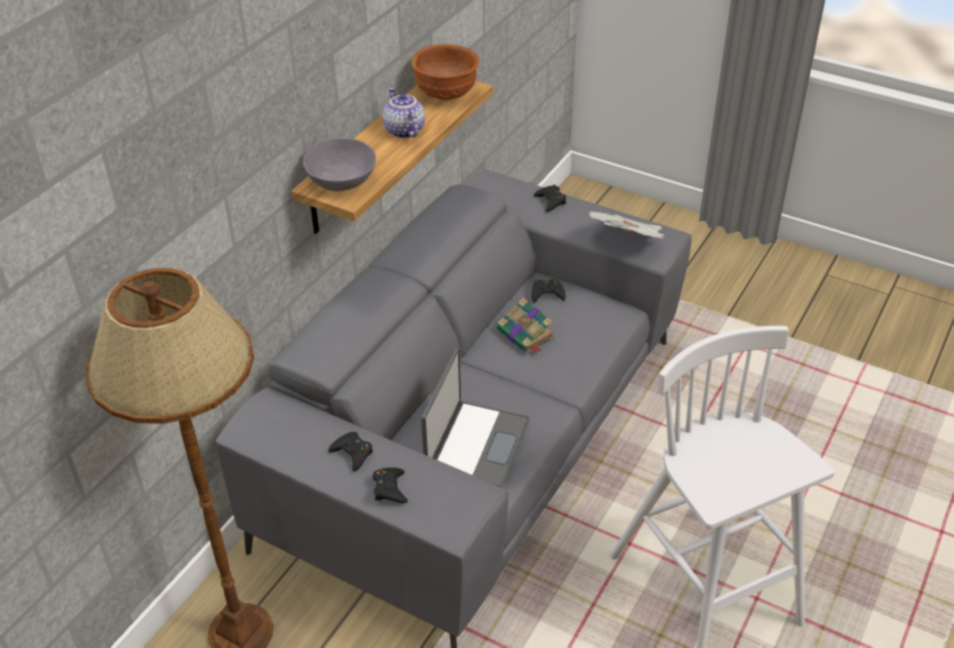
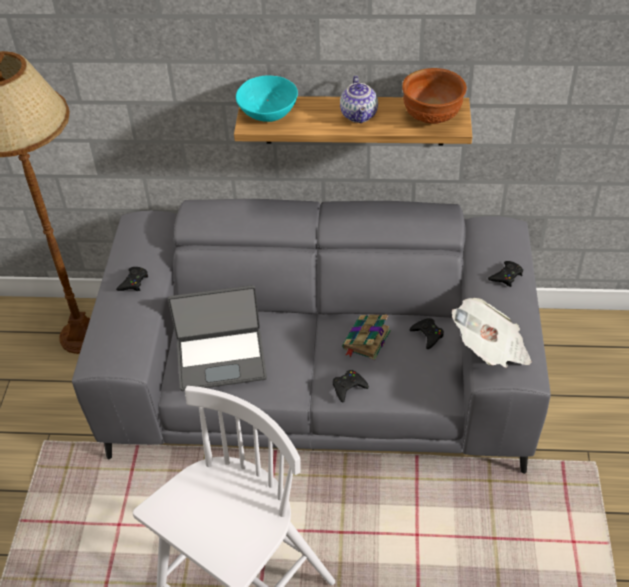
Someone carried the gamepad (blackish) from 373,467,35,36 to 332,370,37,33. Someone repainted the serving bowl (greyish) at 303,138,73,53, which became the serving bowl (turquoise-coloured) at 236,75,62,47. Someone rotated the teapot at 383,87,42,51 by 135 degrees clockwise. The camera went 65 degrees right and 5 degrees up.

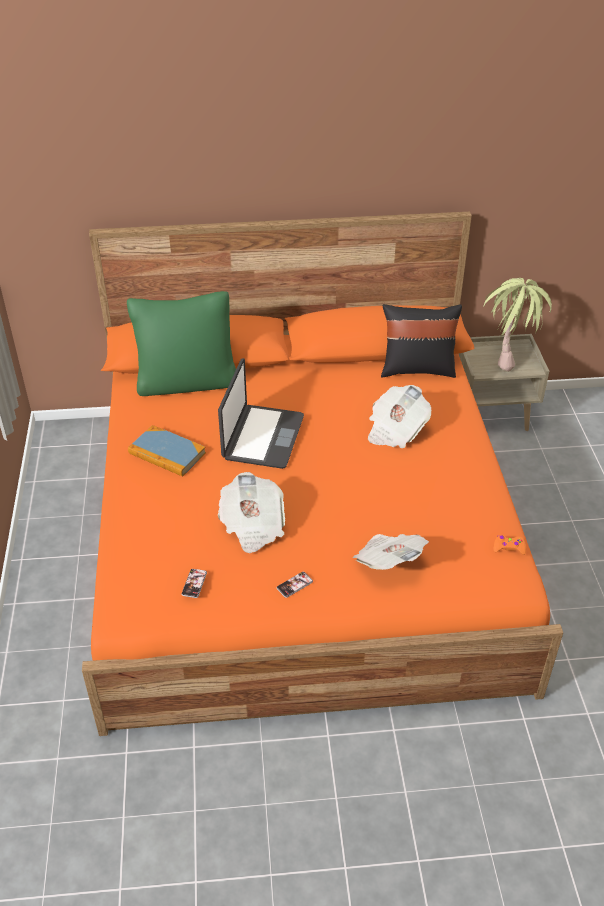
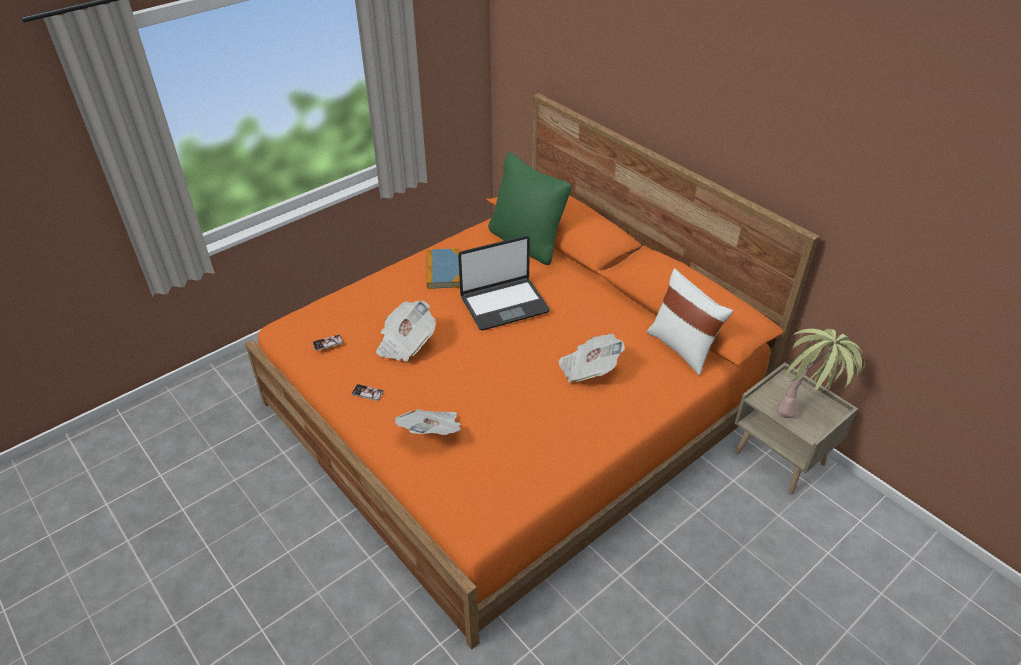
Someone took away the gamepad (orange) at 493,535,33,20. Someone repainted the pillow (blackish) at 381,304,81,74, which became the pillow (white-coloured) at 647,269,86,106. The camera went 55 degrees right and 0 degrees up.

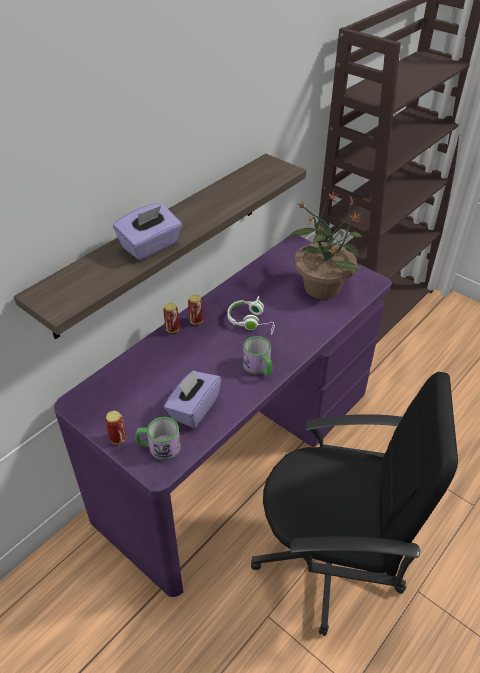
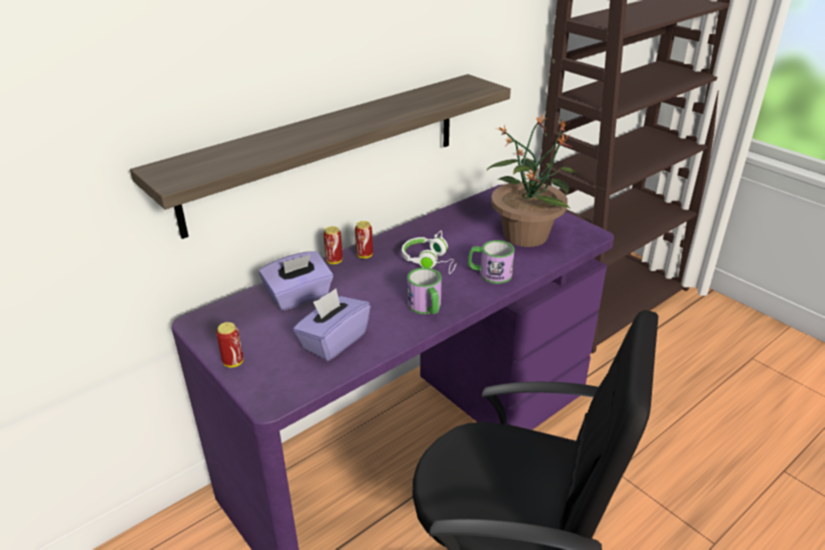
Someone carried the box of tissues (purplish) from 113,203,69,57 to 259,251,74,60. Someone carried the coffee mug from 135,417,46,44 to 468,240,46,44. The camera went 10 degrees right and 10 degrees down.

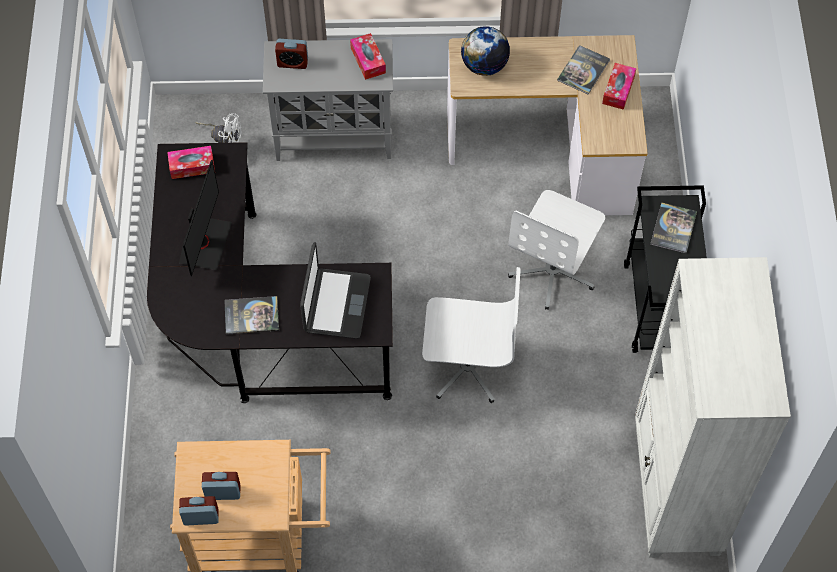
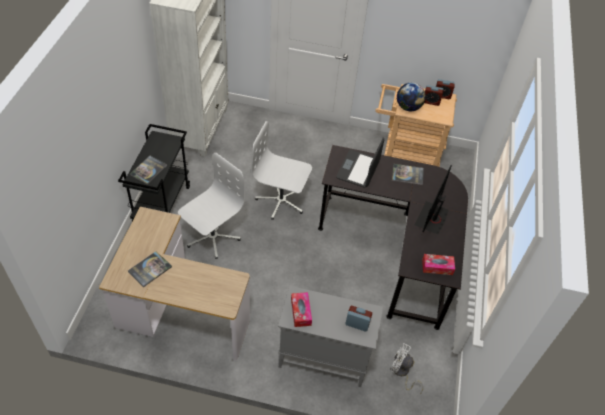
Someone took away the box of tissues at 602,63,34,47. Someone carried the globe from 461,26,49,50 to 397,83,29,28. The camera went 170 degrees left and 10 degrees down.

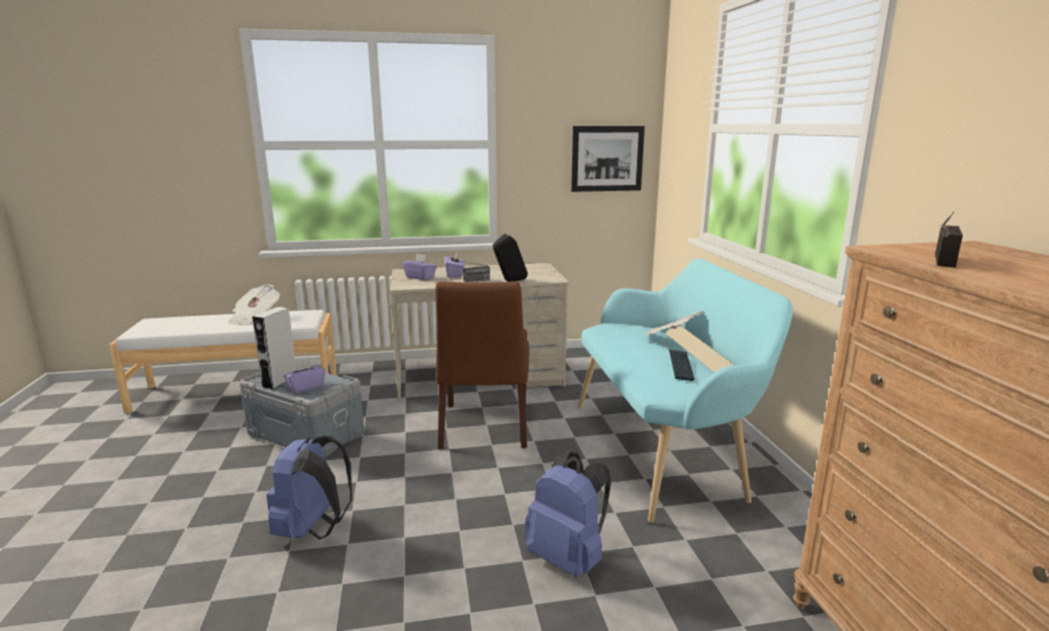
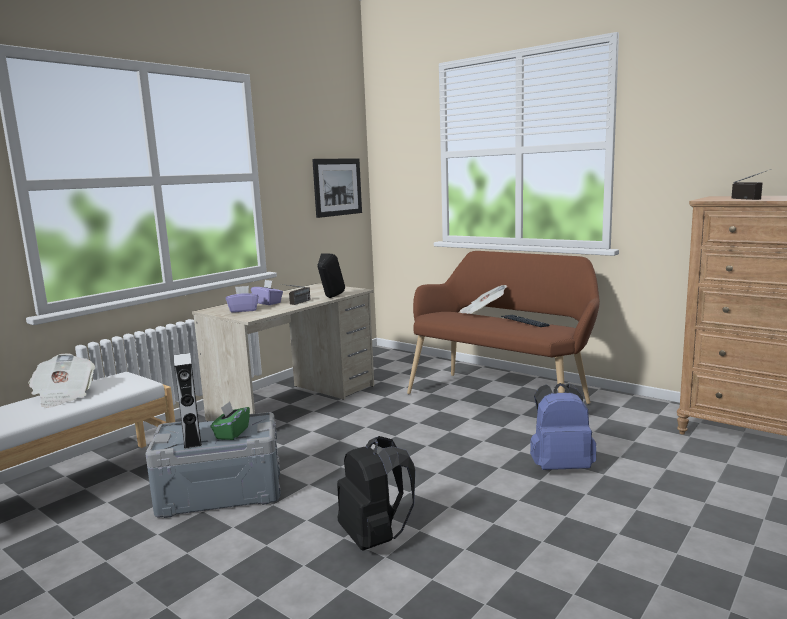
Someone took away the upright chair (brownish) at 435,282,94,167. Someone repainted the backpack (blue-coloured) at 266,436,86,103, which became the backpack (blackish) at 337,436,78,115. Someone repainted the box of tissues (purplish) at 284,359,42,34, which became the box of tissues (greenish) at 210,401,40,39. Someone repainted the long seat (turquoise-coloured) at 578,259,215,264, which became the long seat (brownish) at 407,251,193,153. The camera went 40 degrees left and 5 degrees down.

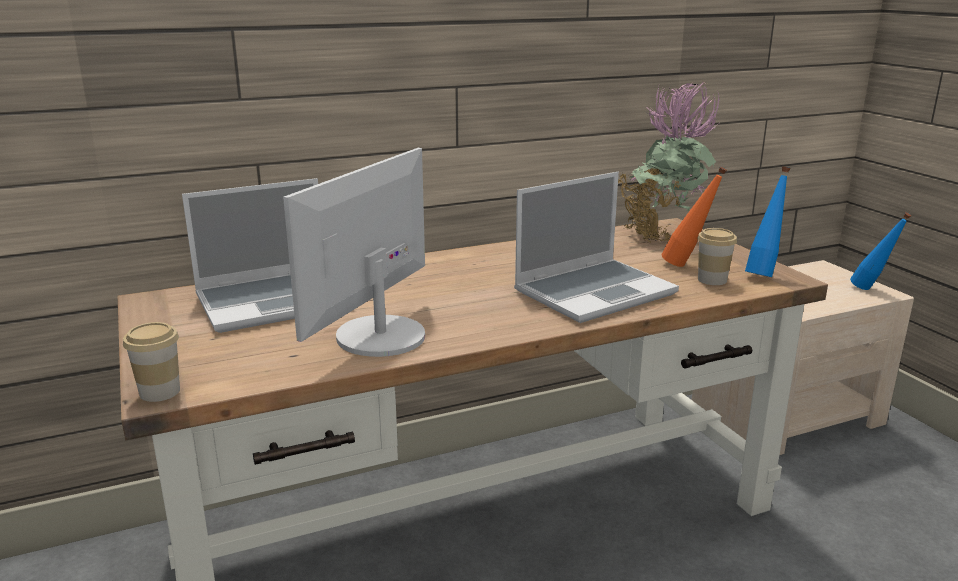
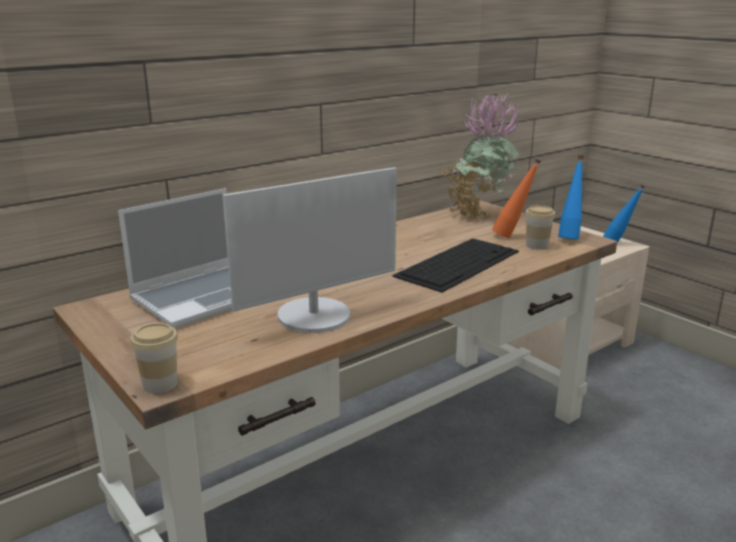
Someone swapped the laptop at 514,172,165,151 for the keyboard at 392,239,127,54. Someone rotated the computer display at 283,148,142,209 by 135 degrees counterclockwise. The camera went 15 degrees left and 0 degrees up.

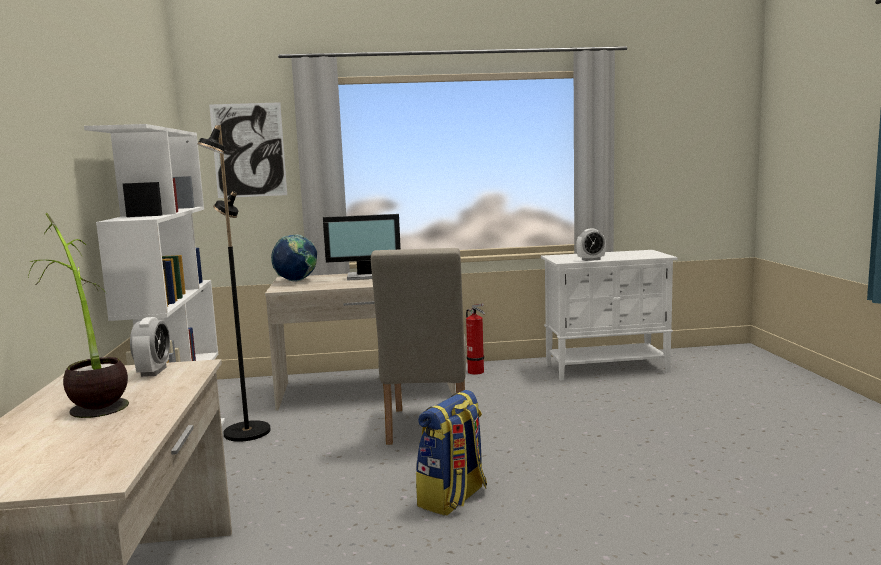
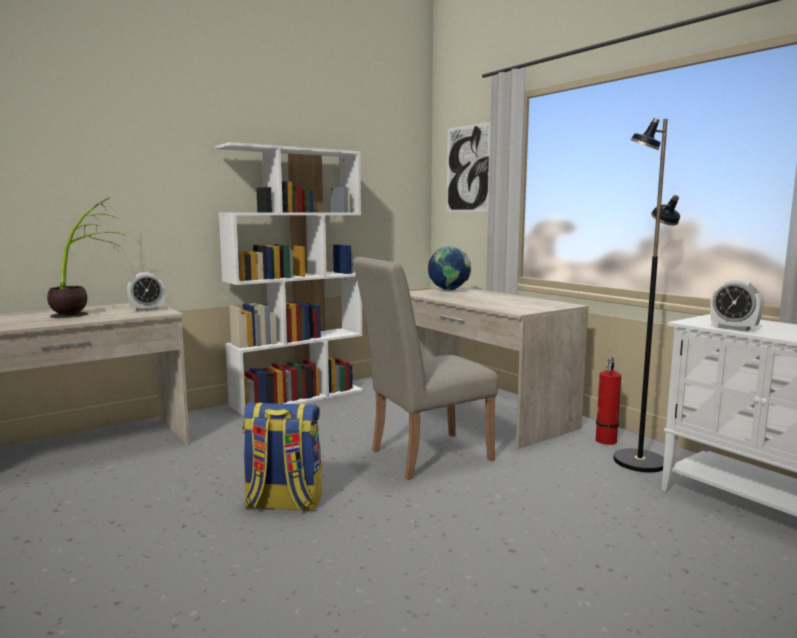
Someone took away the computer display at 323,214,78,66. Someone carried the standing lamp (blackish) from 197,125,74,317 to 613,118,67,354. The camera went 60 degrees right and 0 degrees up.

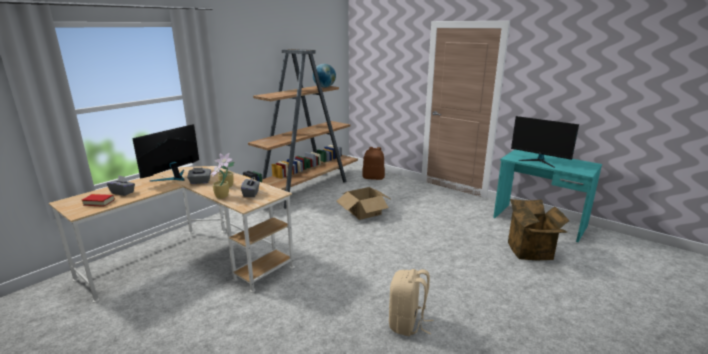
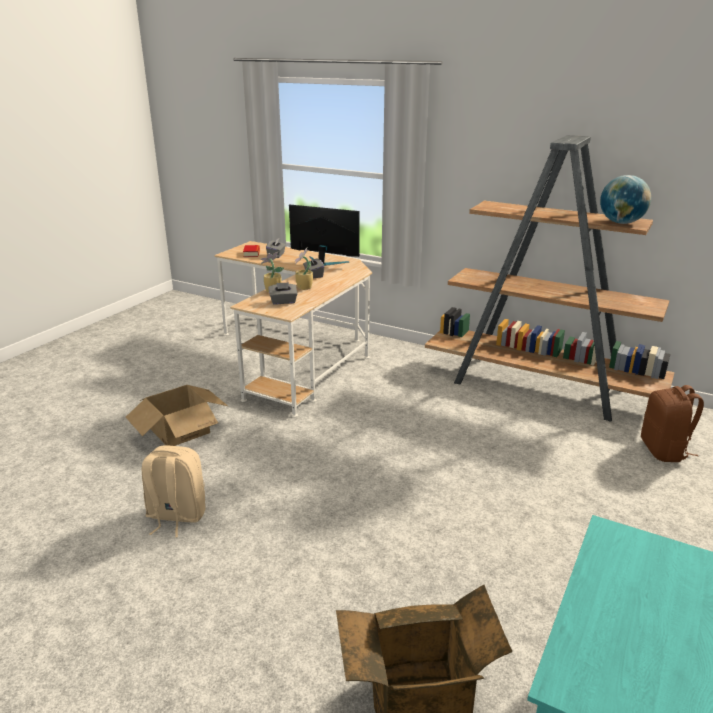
Someone took away the computer display at 511,116,68,52. Someone carried the carton from 336,187,56,33 to 126,385,102,61. The camera went 80 degrees right and 5 degrees up.

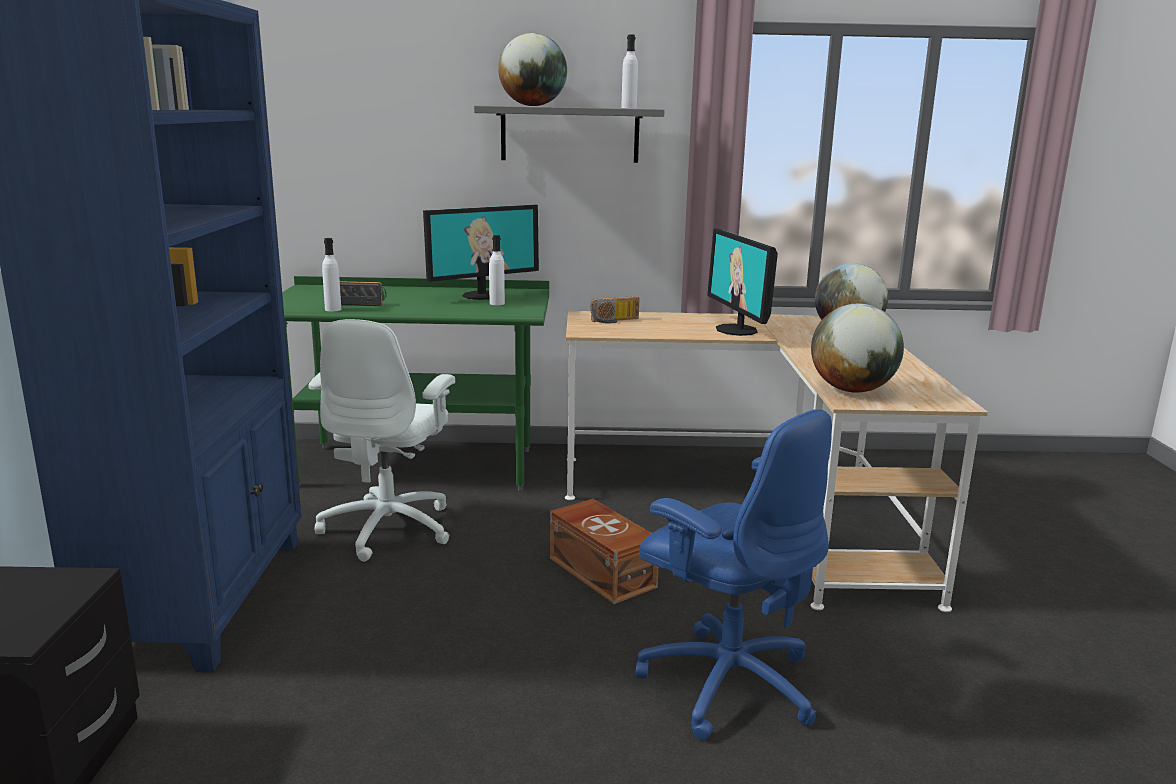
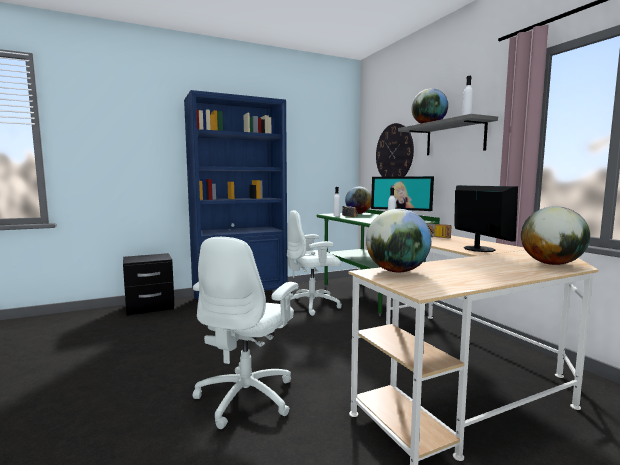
Someone took away the storage container (brownish) at 550,499,109,105. Someone put down the globe at 345,187,26,27. Someone put up the hanging clock at 376,123,38,54. Someone repainted the desk chair (blue-coloured) at 635,409,197,331, which became the desk chair (white-coloured) at 193,237,105,192. Someone rotated the computer display at 707,228,71,108 by 120 degrees clockwise. The camera went 65 degrees right and 10 degrees down.

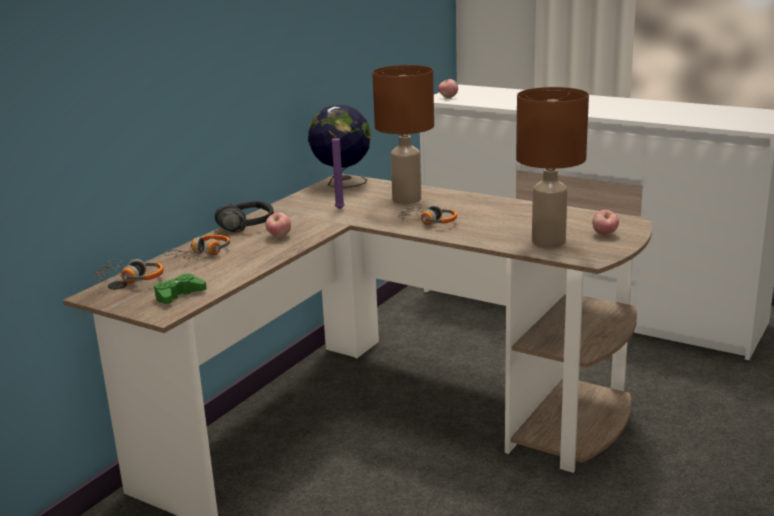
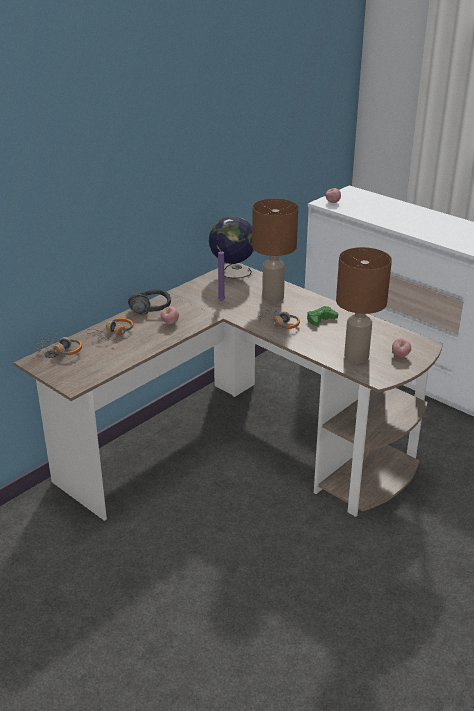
Someone carried the gamepad (greenish) from 154,274,53,30 to 307,306,31,20. The camera went 10 degrees right and 10 degrees up.

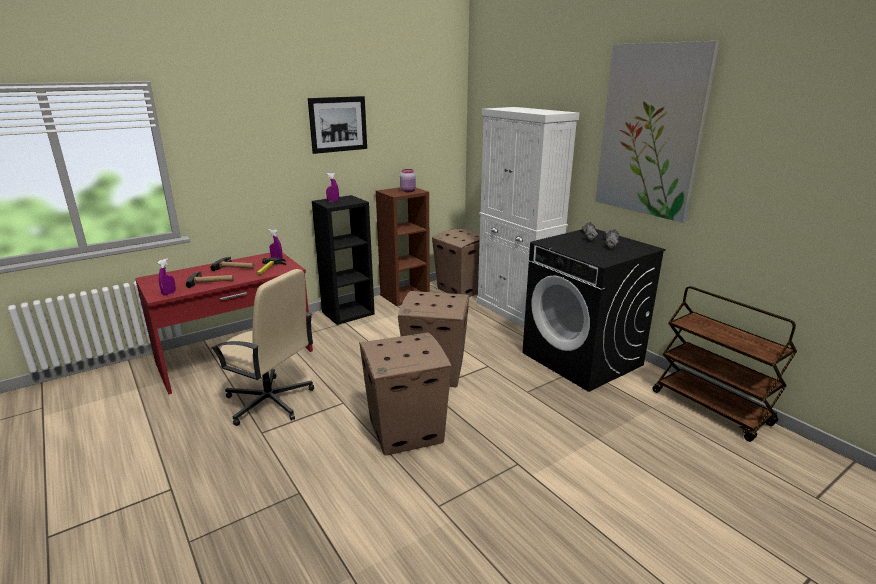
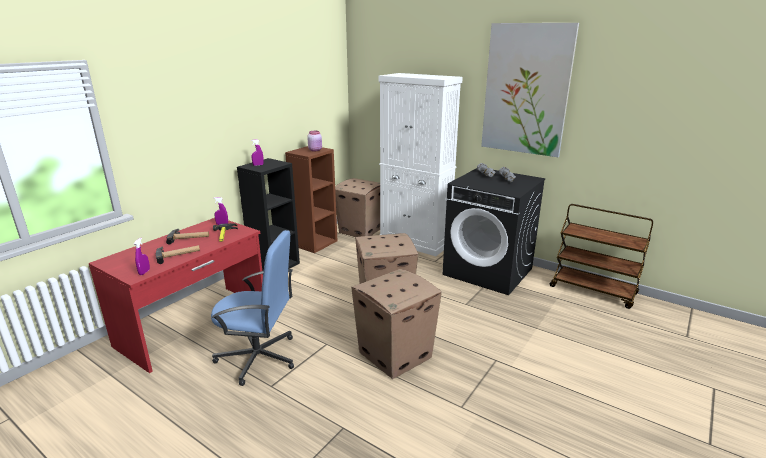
Someone took away the wall picture at 308,96,59,58. Someone repainted the desk chair (beige) at 210,269,104,157, which became the desk chair (blue-coloured) at 211,230,83,156. The camera went 20 degrees left and 0 degrees up.

